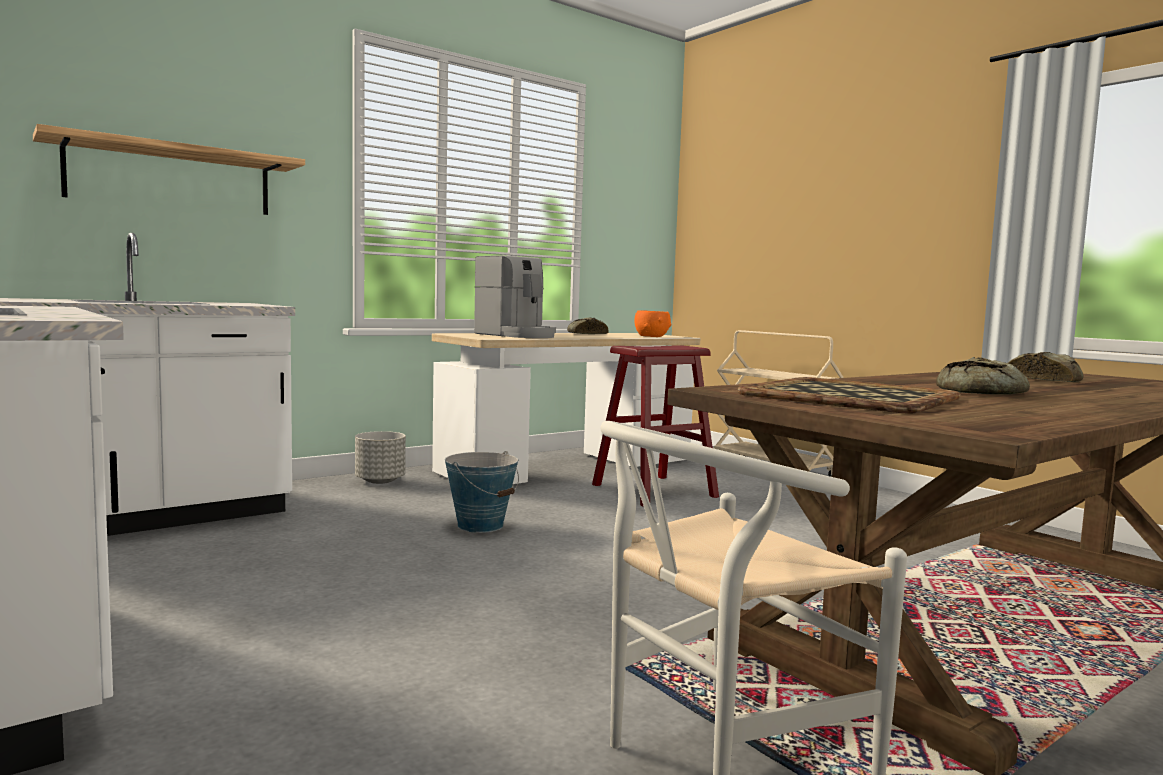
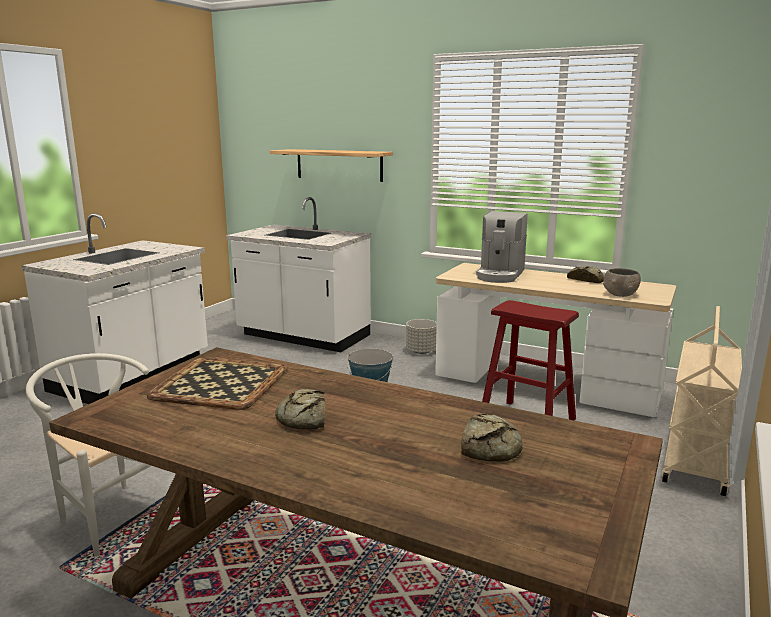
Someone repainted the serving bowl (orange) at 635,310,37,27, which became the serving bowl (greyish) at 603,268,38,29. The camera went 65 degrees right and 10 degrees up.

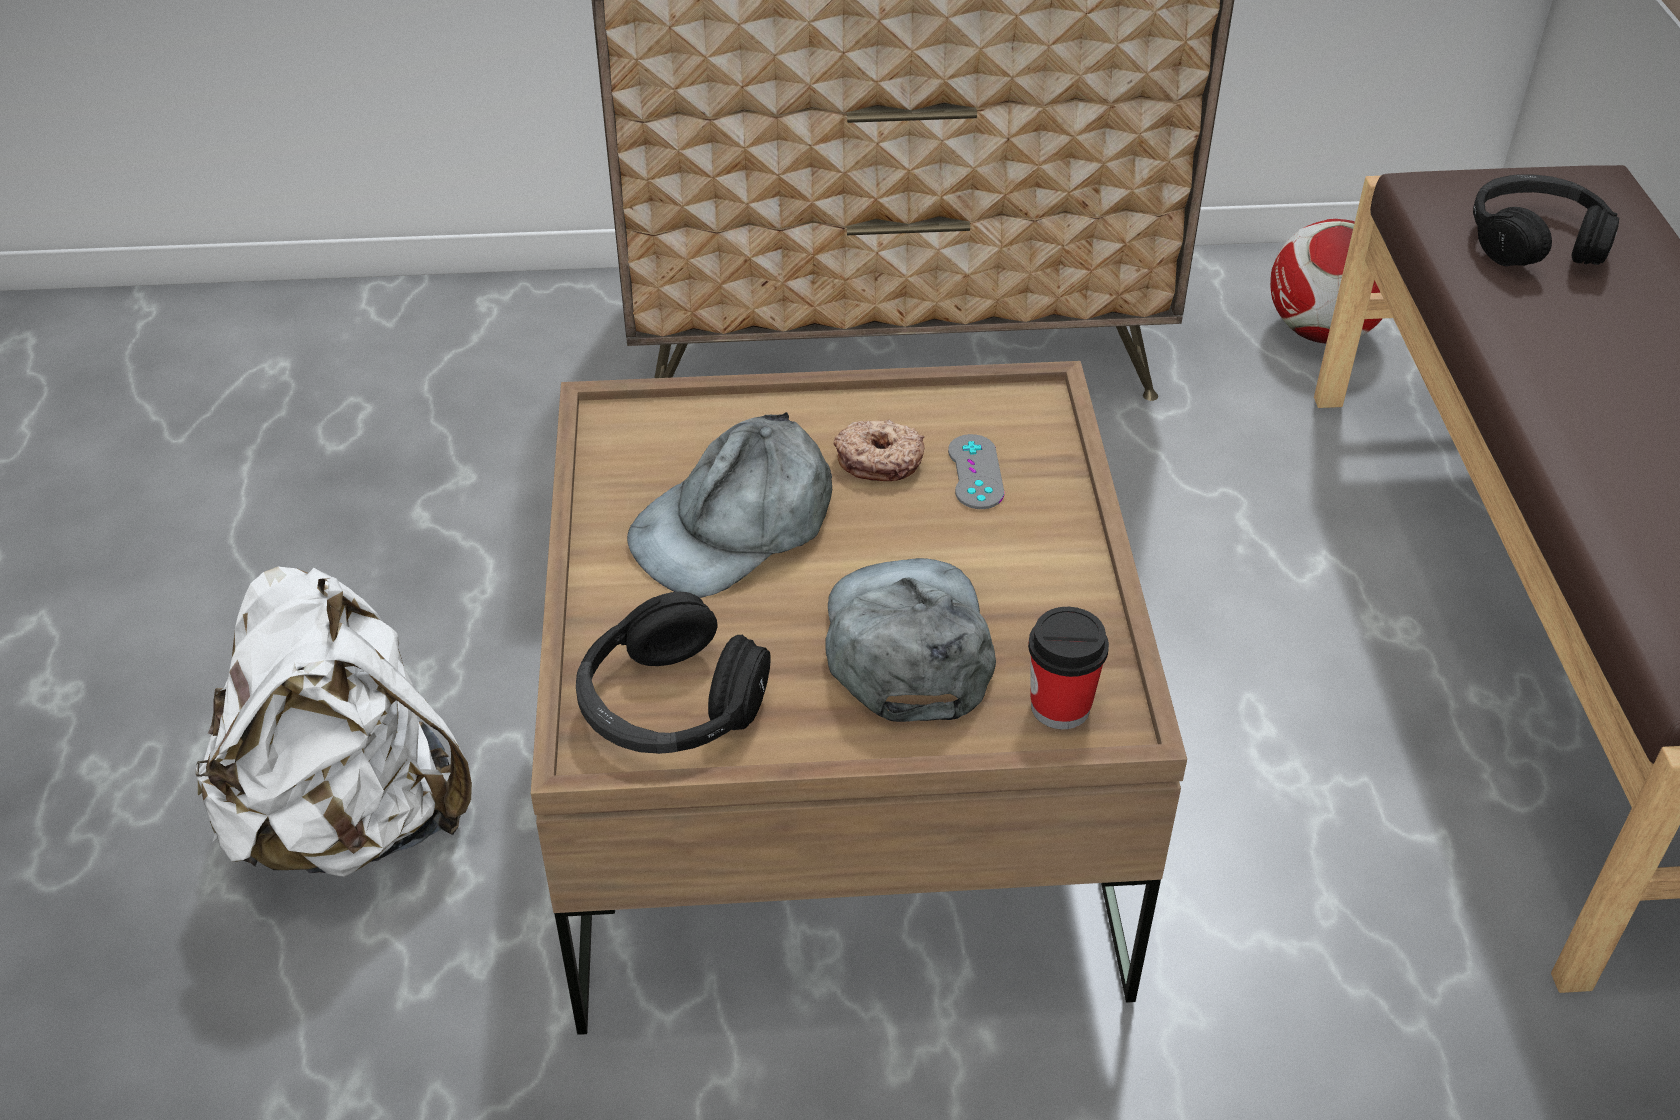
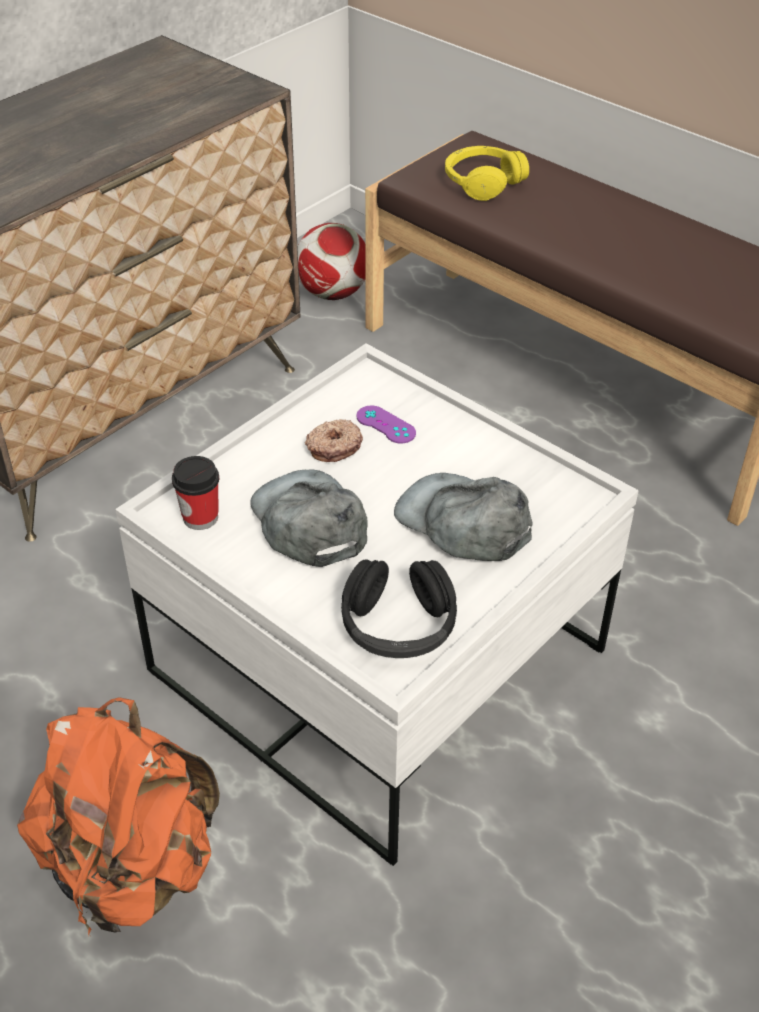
Someone carried the small cup from 1028,607,81,122 to 172,456,47,74. Someone repainted the backpack (white-coloured) at 195,566,277,311, which became the backpack (orange) at 17,697,203,240. Someone repainted the low table (brownish) at 531,361,656,674, which became the low table (white-coloured) at 115,343,524,523. Someone repainted the gamepad (greyish) at 948,434,56,75, which became the gamepad (purplish) at 356,406,60,38. Someone repainted the headphones (blackish) at 1473,174,146,92, which became the headphones (yellowish) at 445,146,84,55. Someone rotated the peaked cap (greyish) at 627,412,205,186 by 150 degrees clockwise. The camera went 45 degrees left and 0 degrees up.

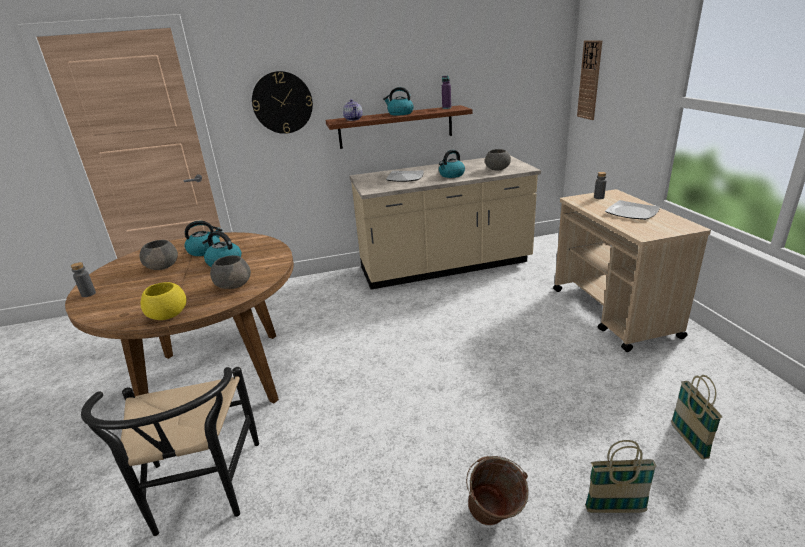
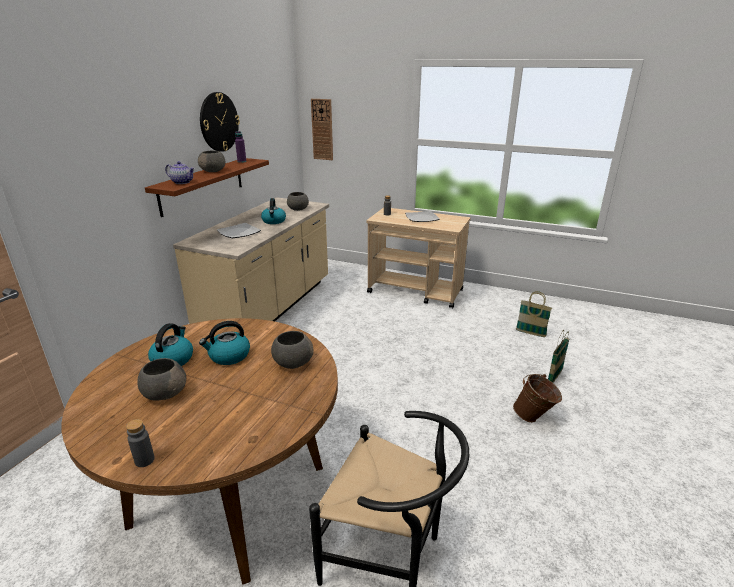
Someone took away the serving bowl (yellowish) at 141,282,46,38. Someone carried the hanging clock from 252,71,61,63 to 200,92,40,60. Someone swapped the water kettle at 383,87,31,29 for the serving bowl (greyish) at 198,151,28,21. The camera went 55 degrees left and 0 degrees up.

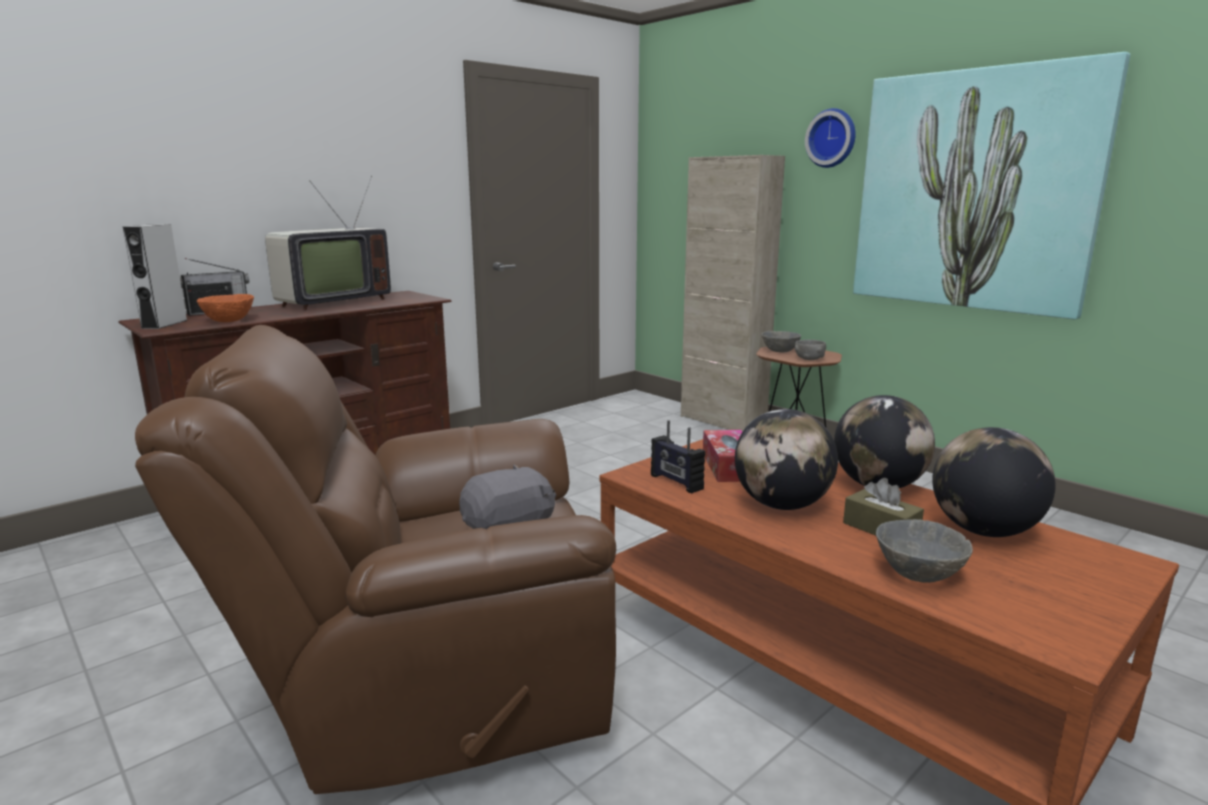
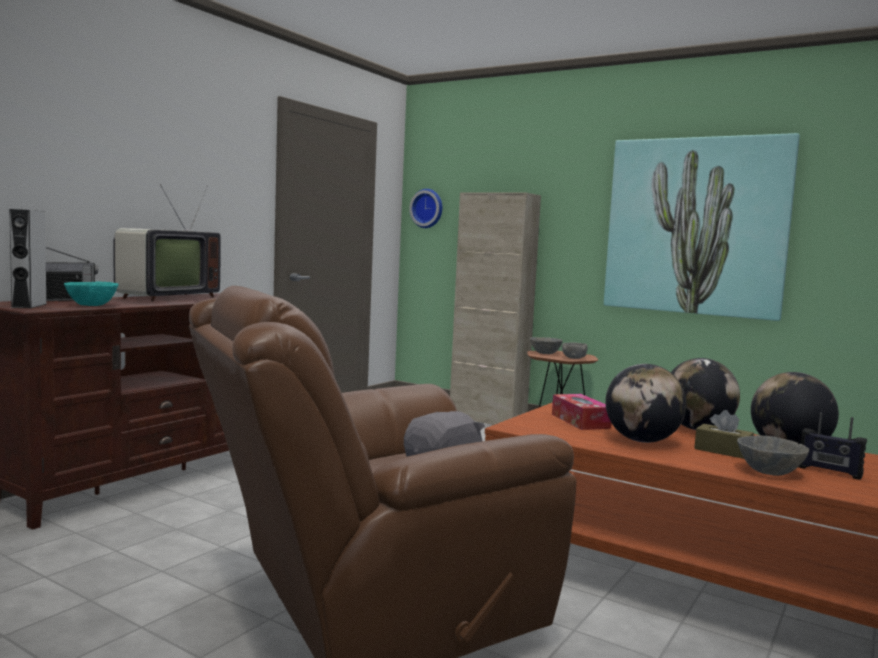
Someone carried the radio from 651,420,54,73 to 799,412,68,68. Someone carried the hanging clock from 805,108,51,60 to 409,189,33,39. Someone repainted the serving bowl (orange) at 197,294,57,28, which became the serving bowl (turquoise-coloured) at 64,282,55,24. The camera went 15 degrees left and 10 degrees down.

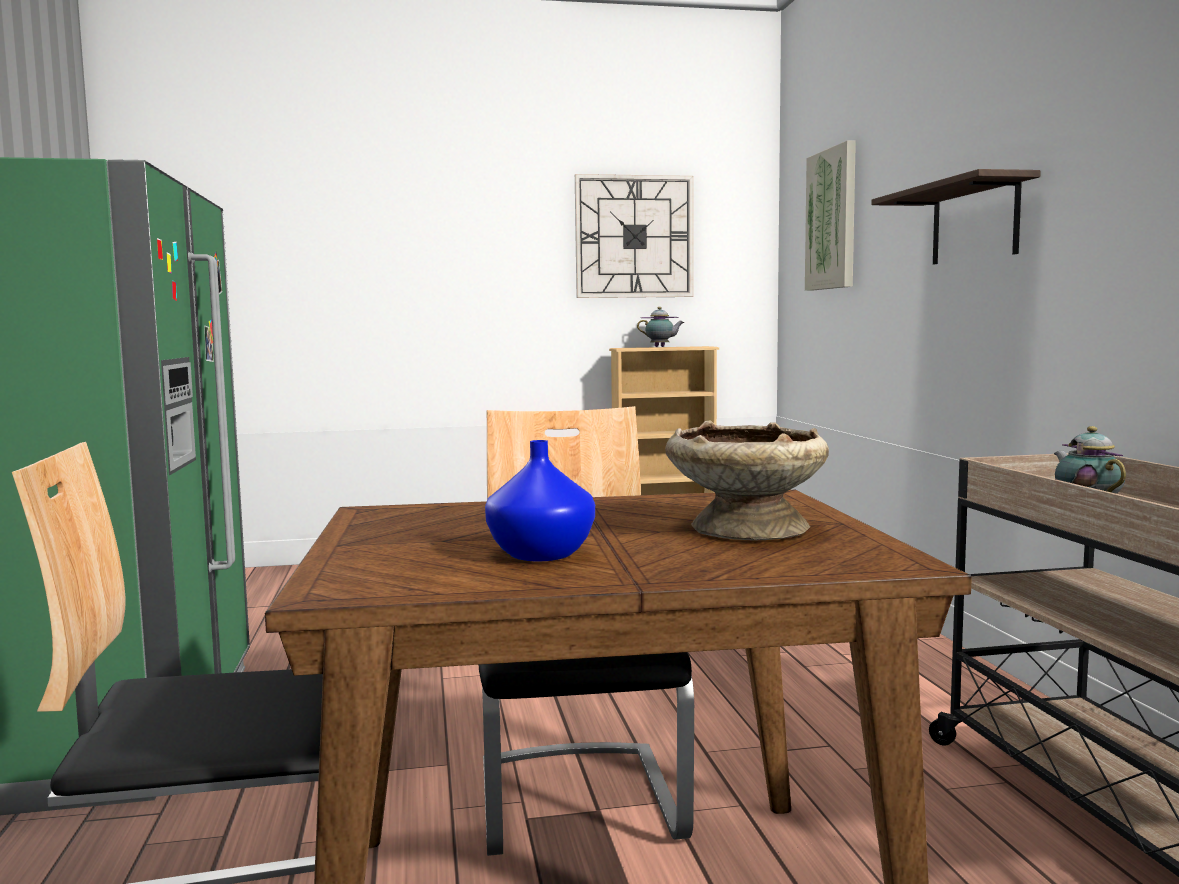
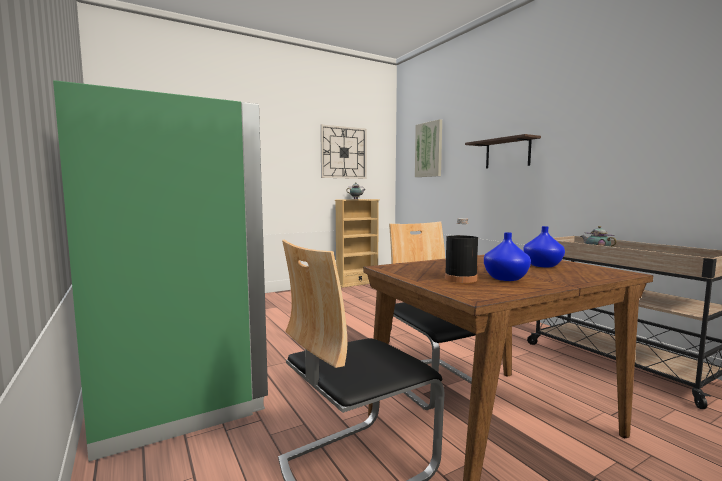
Someone put down the beverage bottle (blackish) at 445,218,33,65. Someone swapped the serving bowl (beige) at 665,420,164,121 for the vase (blue-coloured) at 523,226,42,41. The camera went 20 degrees left and 0 degrees up.

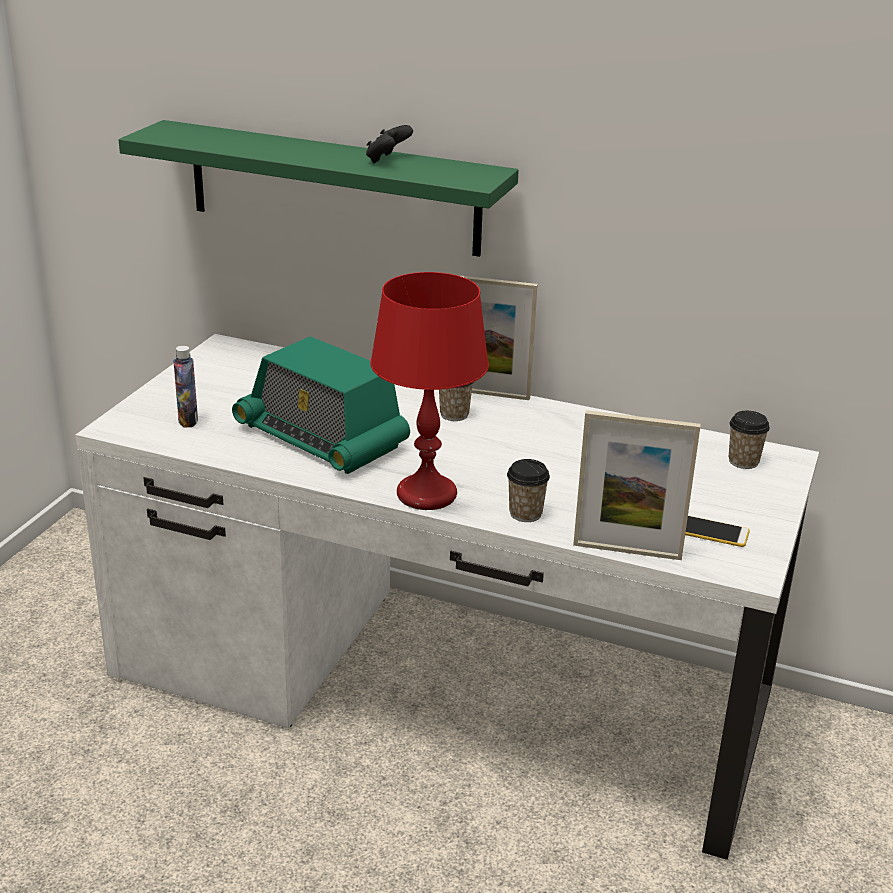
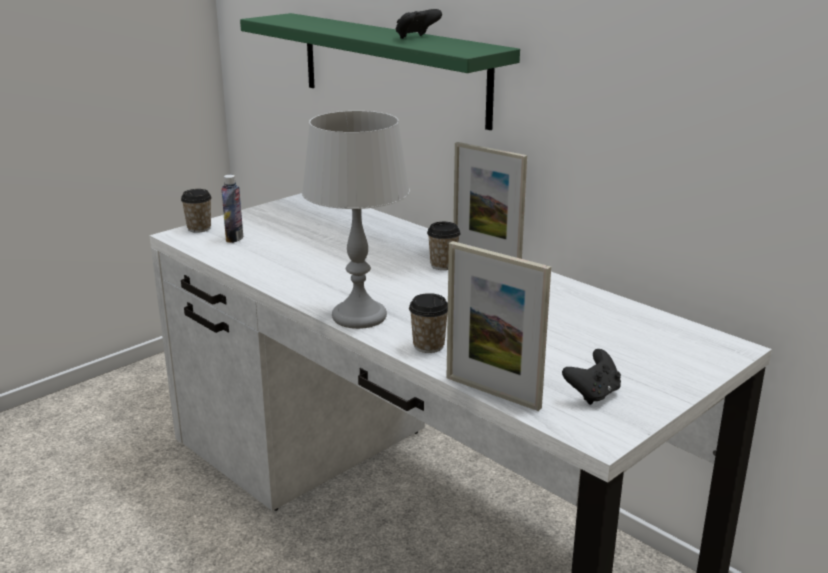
Someone took away the radio at 232,336,178,138. Someone carried the small cup from 729,411,41,58 to 181,189,31,44. Someone swapped the telephone at 685,516,65,31 for the gamepad (blackish) at 562,349,59,56. Someone repainted the lamp for a table (red-coloured) at 370,272,119,238, which became the lamp for a table (greyish) at 302,111,108,218. The camera went 25 degrees right and 5 degrees down.

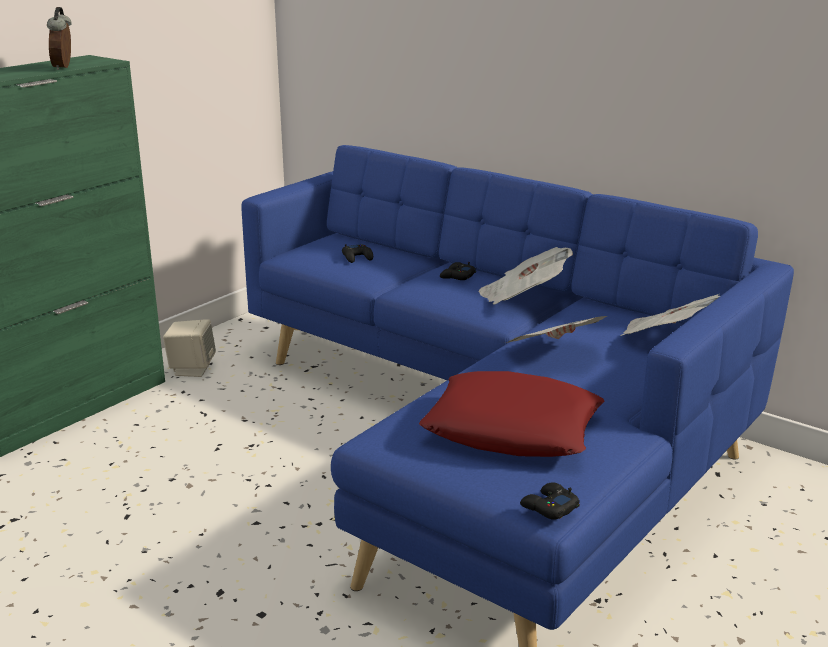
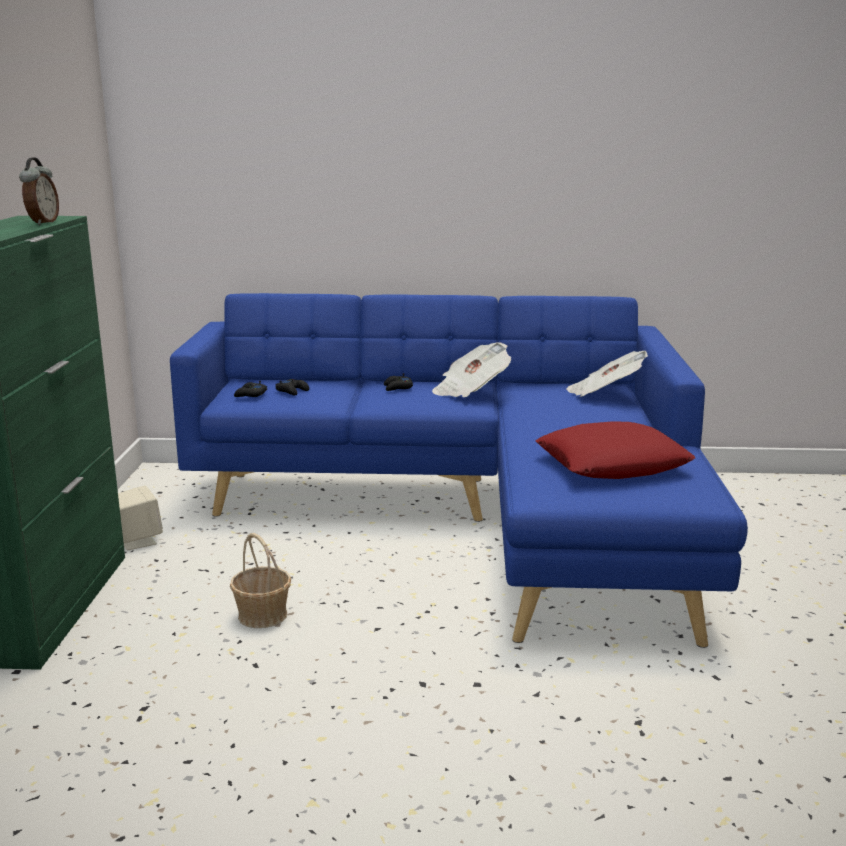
Someone took away the printed paper at 506,316,102,27. Someone put down the household basket at 230,533,61,95. Someone carried the gamepad (blackish) from 520,482,60,38 to 234,381,33,16. Someone rotated the bedside clock at 47,7,25,63 by 135 degrees counterclockwise. The camera went 35 degrees left and 5 degrees down.

